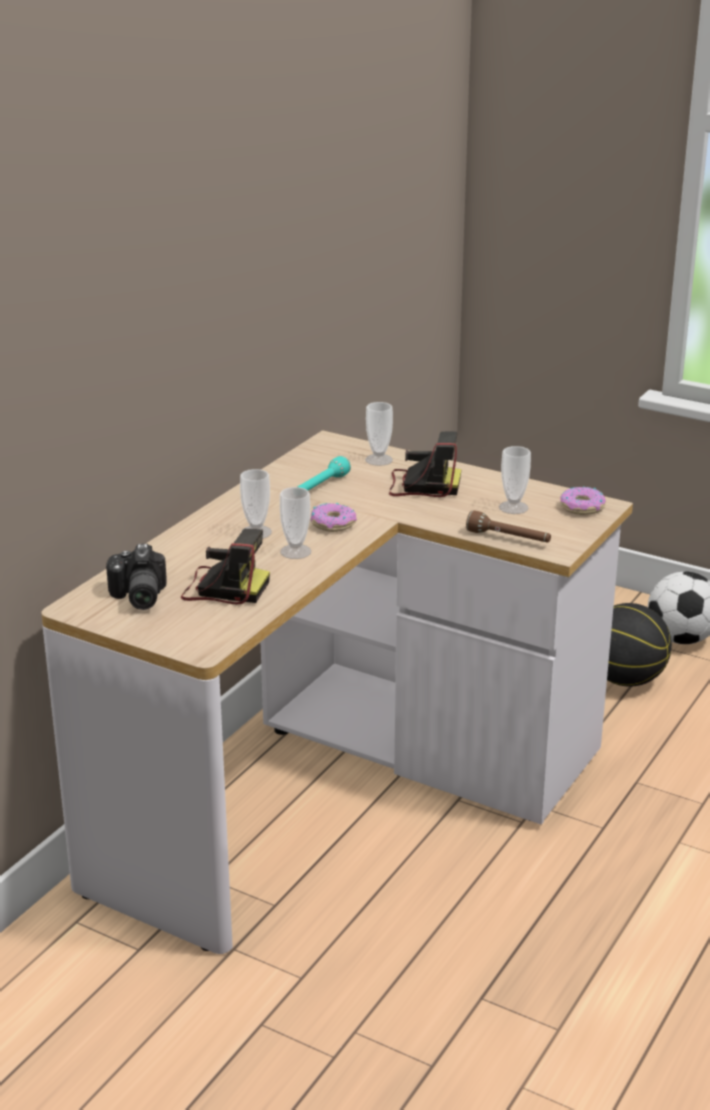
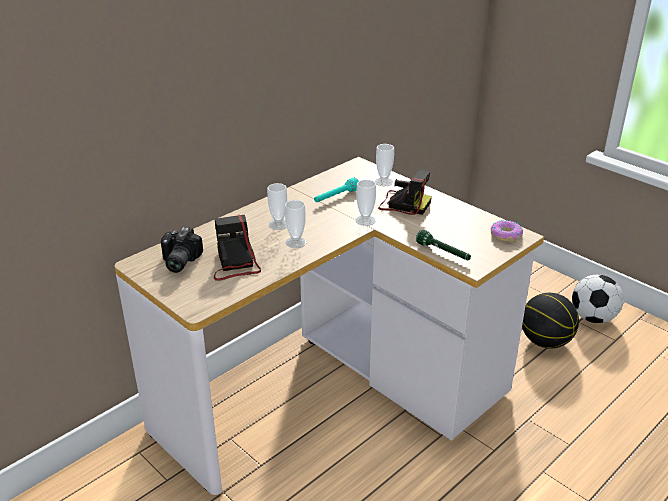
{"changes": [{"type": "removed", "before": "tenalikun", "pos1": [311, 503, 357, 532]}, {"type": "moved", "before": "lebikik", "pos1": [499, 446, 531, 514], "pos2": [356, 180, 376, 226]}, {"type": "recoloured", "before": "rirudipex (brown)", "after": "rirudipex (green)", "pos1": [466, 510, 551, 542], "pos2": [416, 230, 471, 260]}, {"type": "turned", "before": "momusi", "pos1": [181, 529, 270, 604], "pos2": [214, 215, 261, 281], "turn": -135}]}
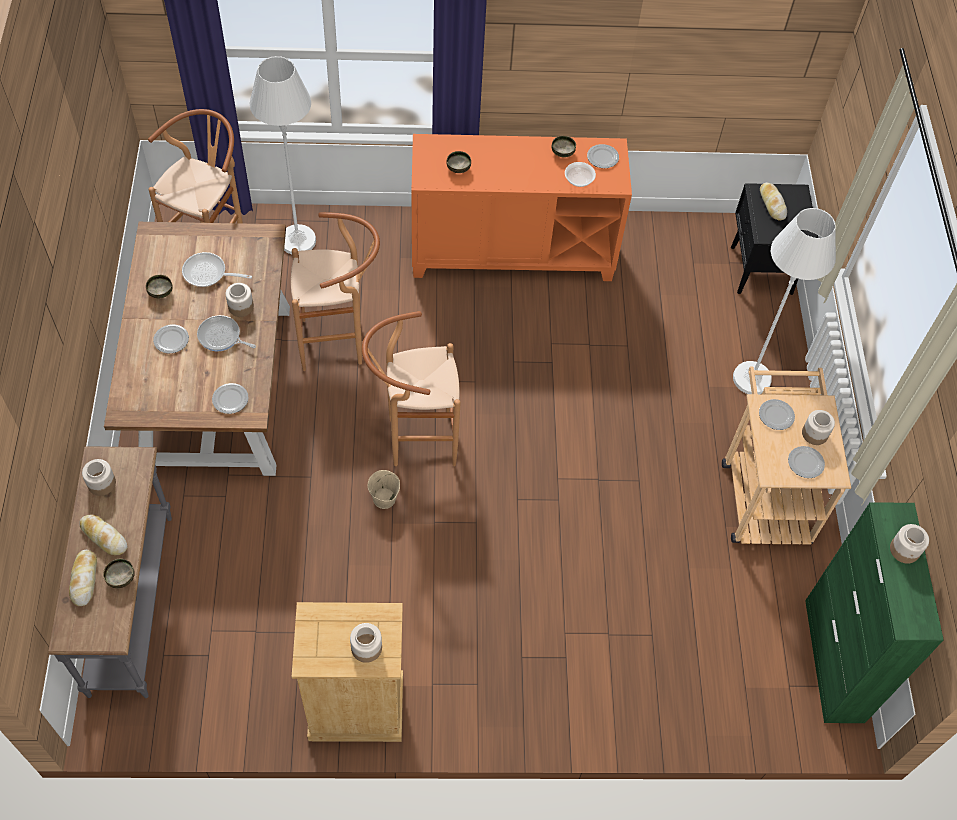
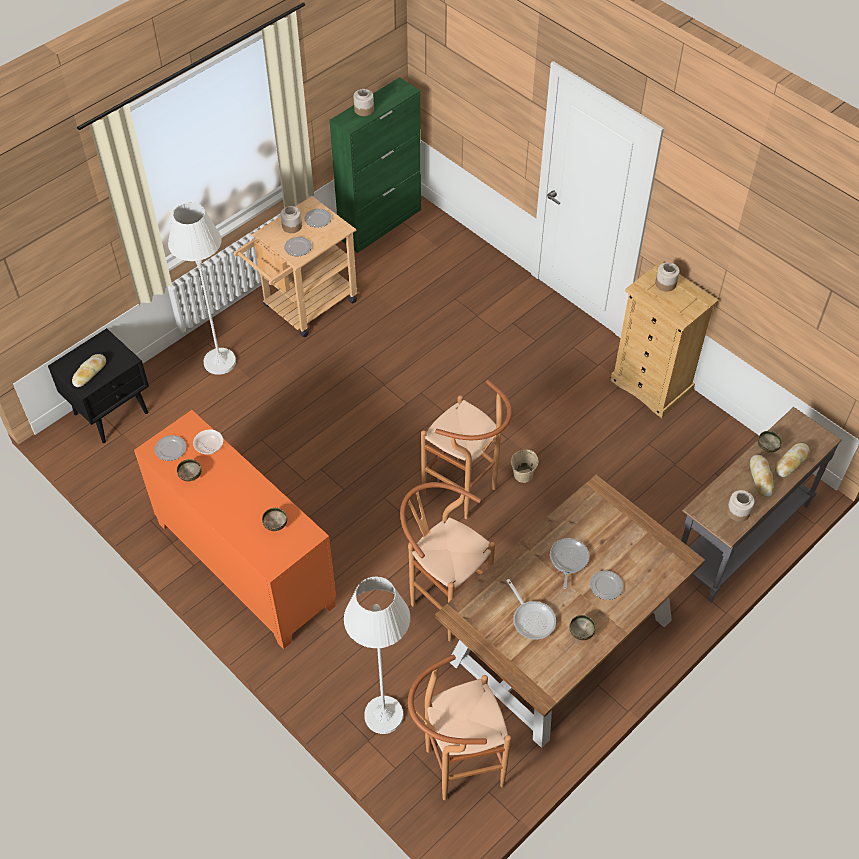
{"changes": [{"type": "removed", "before": "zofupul", "pos1": [212, 383, 249, 414]}, {"type": "removed", "before": "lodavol", "pos1": [225, 283, 254, 317]}, {"type": "turned", "before": "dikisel", "pos1": [197, 315, 256, 351], "pos2": [550, 538, 589, 589], "turn": -150}]}
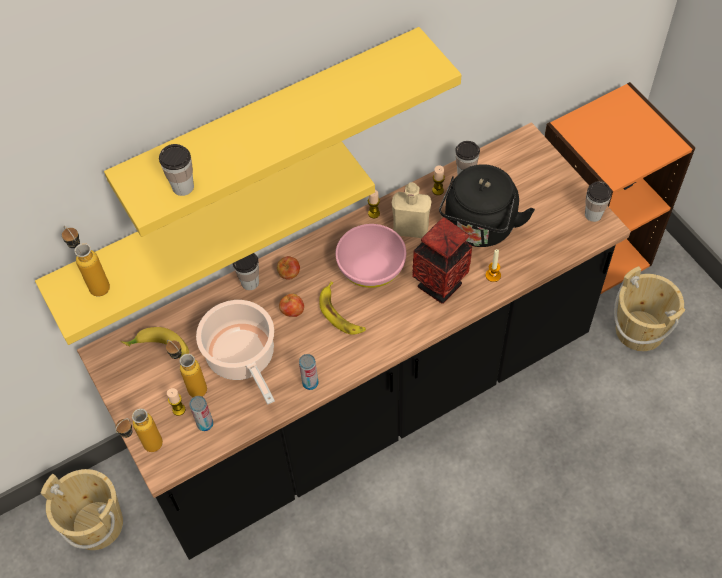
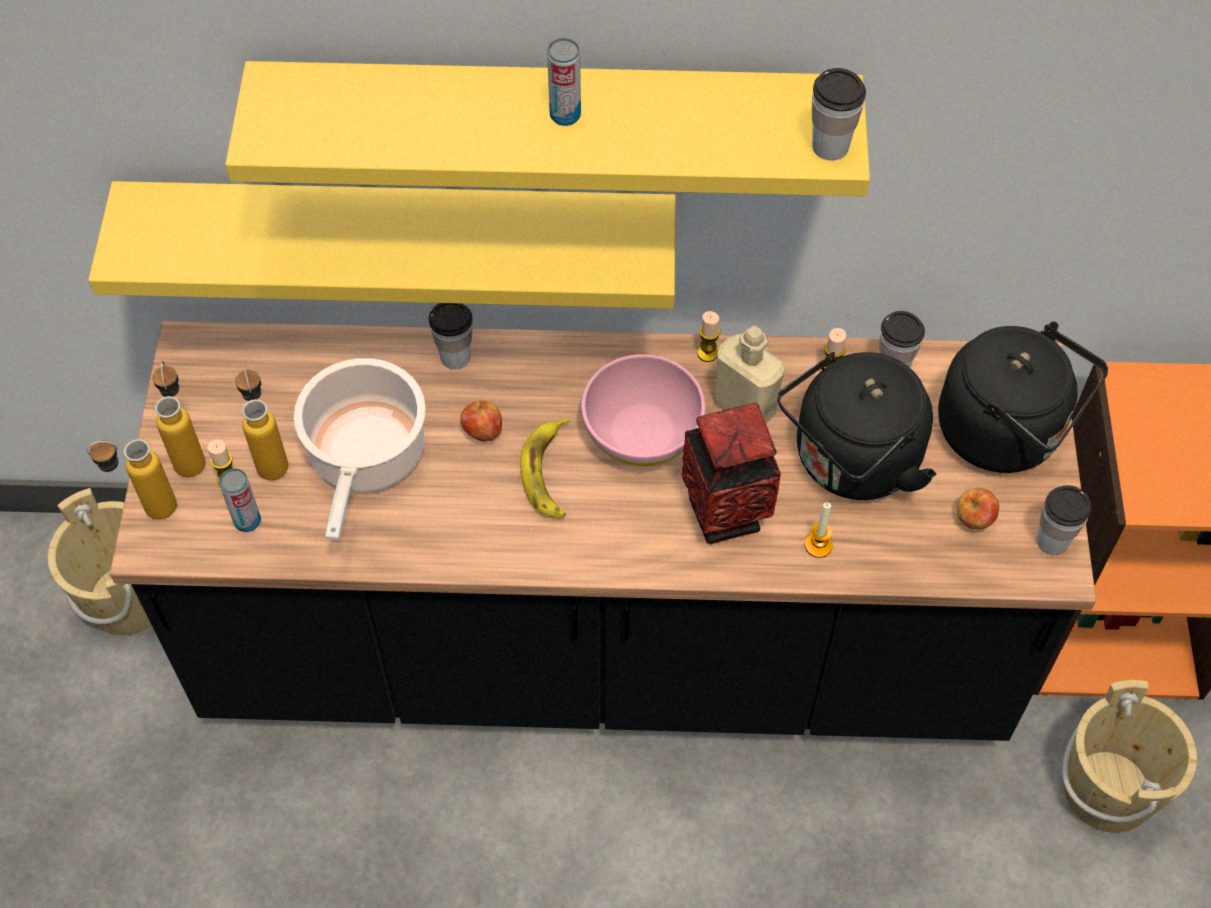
{"changes": [{"type": "removed", "before": "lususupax", "pos1": [121, 327, 189, 358]}, {"type": "added", "after": "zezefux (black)", "pos2": [938, 321, 1108, 473]}, {"type": "moved", "before": "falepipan", "pos1": [62, 226, 110, 296], "pos2": [152, 361, 206, 477]}, {"type": "moved", "before": "lebikik", "pos1": [159, 144, 194, 196], "pos2": [812, 68, 866, 161]}, {"type": "moved", "before": "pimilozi", "pos1": [277, 256, 300, 280], "pos2": [957, 488, 999, 529]}, {"type": "moved", "before": "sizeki", "pos1": [299, 354, 318, 390], "pos2": [547, 38, 581, 126]}]}
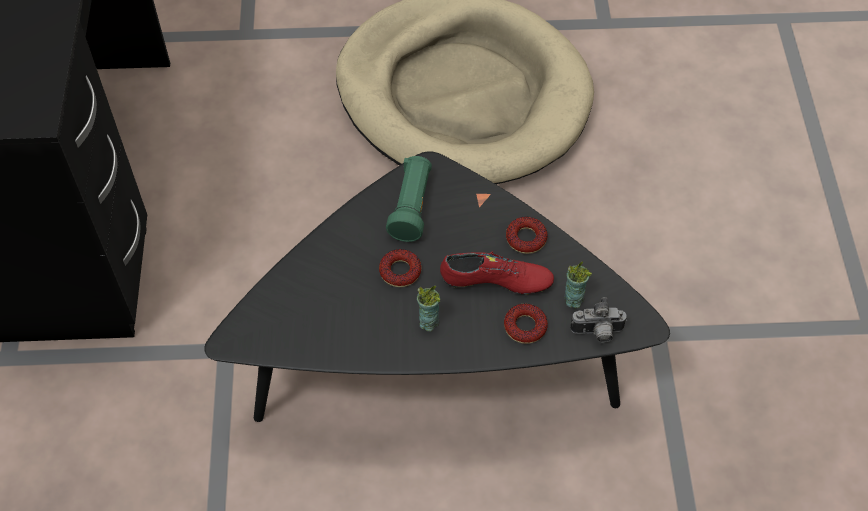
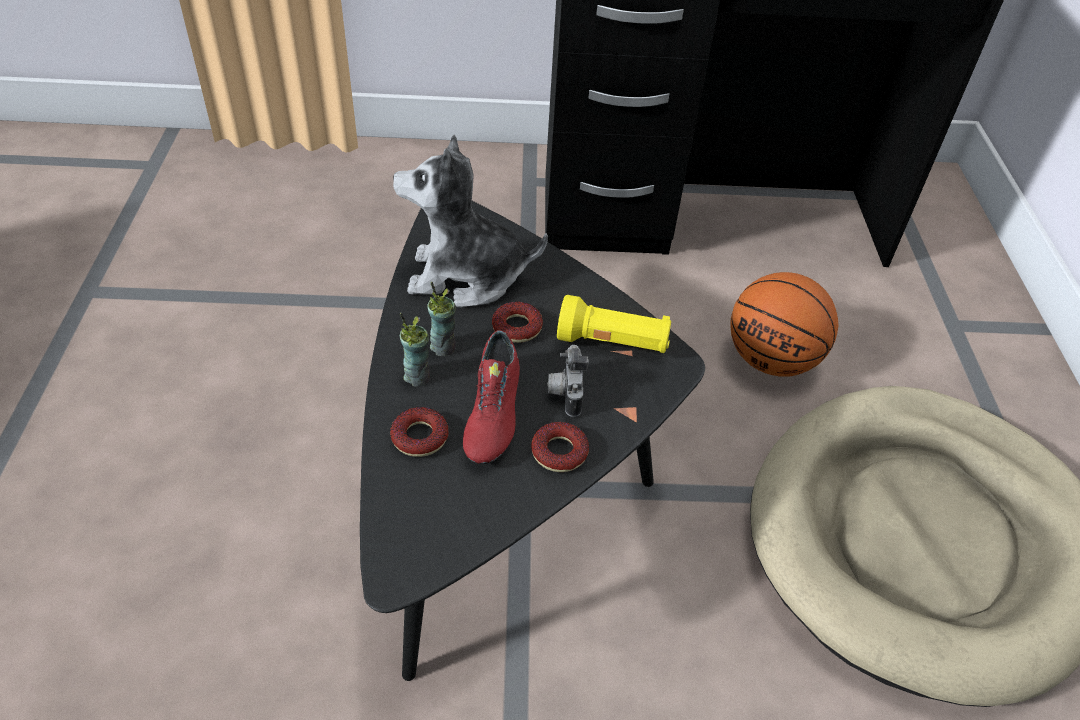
{"changes": [{"type": "added", "after": "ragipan", "pos2": [393, 135, 548, 308]}, {"type": "added", "after": "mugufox", "pos2": [730, 272, 838, 376]}, {"type": "moved", "before": "lebikik", "pos1": [564, 262, 592, 308], "pos2": [400, 312, 430, 387]}, {"type": "moved", "before": "momusi", "pos1": [570, 297, 627, 343], "pos2": [547, 345, 589, 417]}, {"type": "recoloured", "before": "rirudipex (green)", "after": "rirudipex (yellow)", "pos1": [386, 156, 432, 242], "pos2": [557, 295, 671, 353]}]}
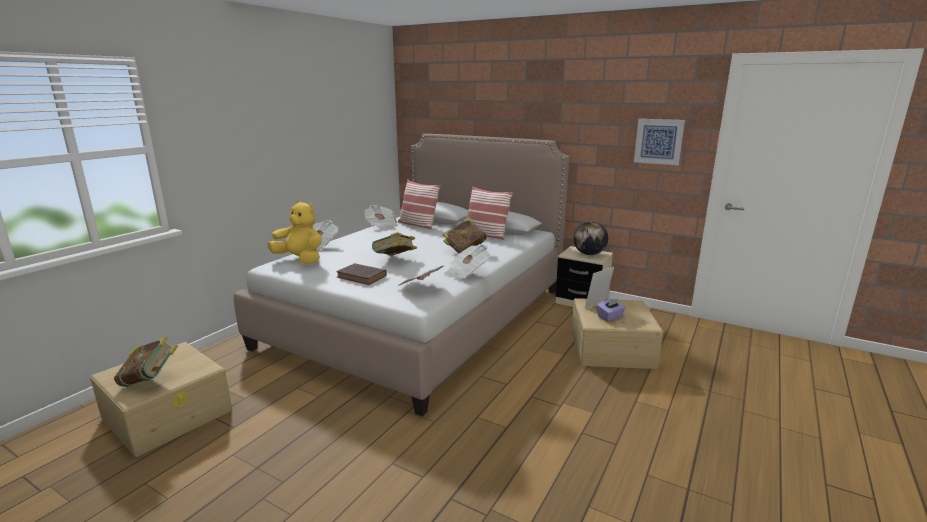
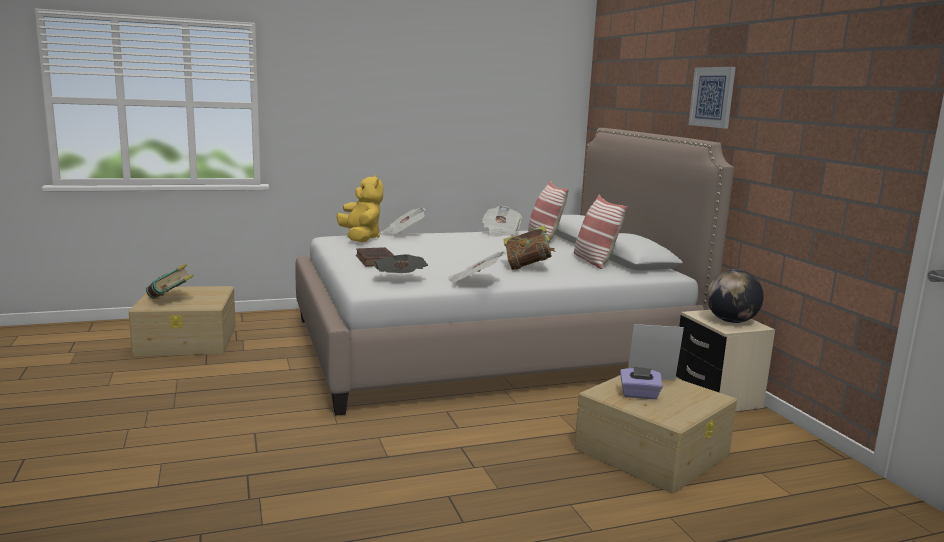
{"changes": [{"type": "removed", "before": "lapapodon", "pos1": [372, 232, 417, 256]}, {"type": "moved", "before": "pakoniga", "pos1": [634, 119, 685, 165], "pos2": [688, 67, 736, 129]}]}
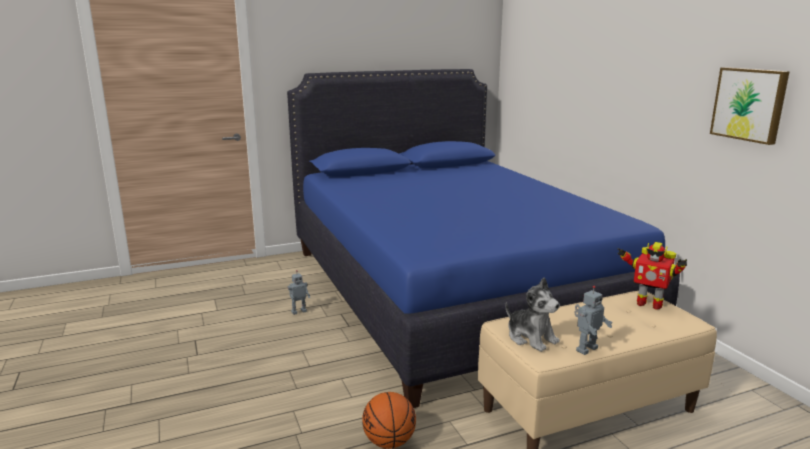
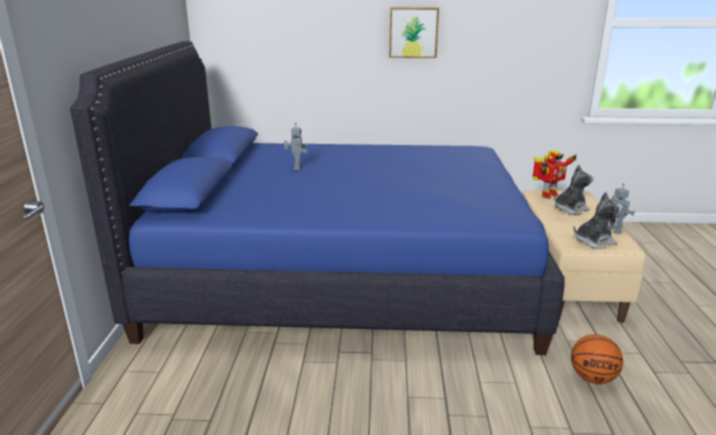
{"changes": [{"type": "added", "after": "ragipan", "pos2": [554, 165, 593, 214]}, {"type": "moved", "before": "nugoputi", "pos1": [288, 270, 310, 315], "pos2": [284, 123, 308, 170]}, {"type": "moved", "before": "pakoniga", "pos1": [710, 67, 789, 145], "pos2": [389, 7, 439, 58]}]}
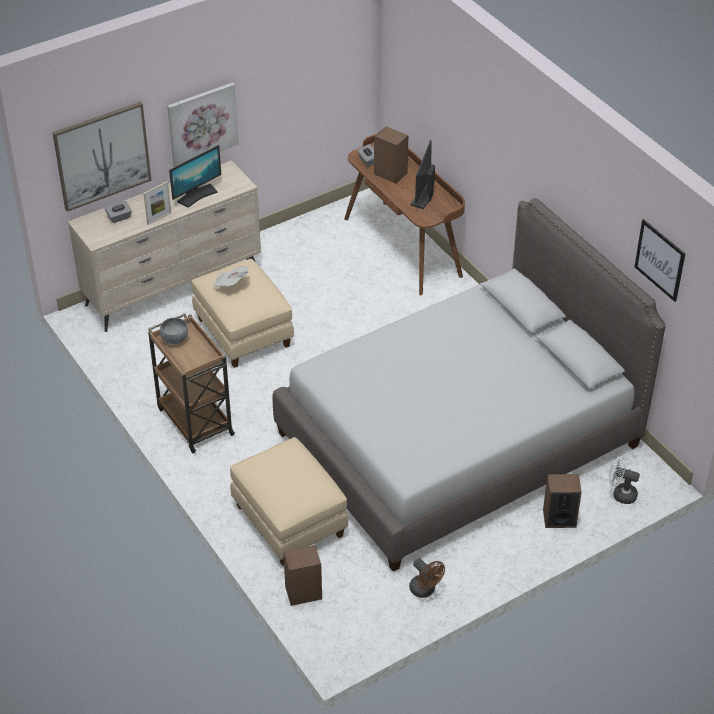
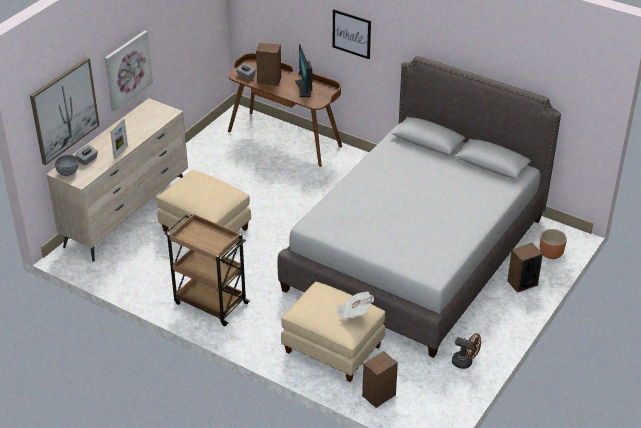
{"changes": [{"type": "removed", "before": "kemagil", "pos1": [169, 145, 221, 208]}, {"type": "moved", "before": "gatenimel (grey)", "pos1": [160, 318, 188, 344], "pos2": [55, 155, 78, 176]}, {"type": "moved", "before": "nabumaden", "pos1": [213, 266, 249, 287], "pos2": [336, 291, 374, 320]}, {"type": "moved", "before": "pakoniga", "pos1": [635, 219, 685, 302], "pos2": [333, 9, 371, 59]}, {"type": "replaced", "before": "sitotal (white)", "after": "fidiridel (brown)", "pos1": [609, 456, 640, 504], "pos2": [540, 229, 567, 259]}]}
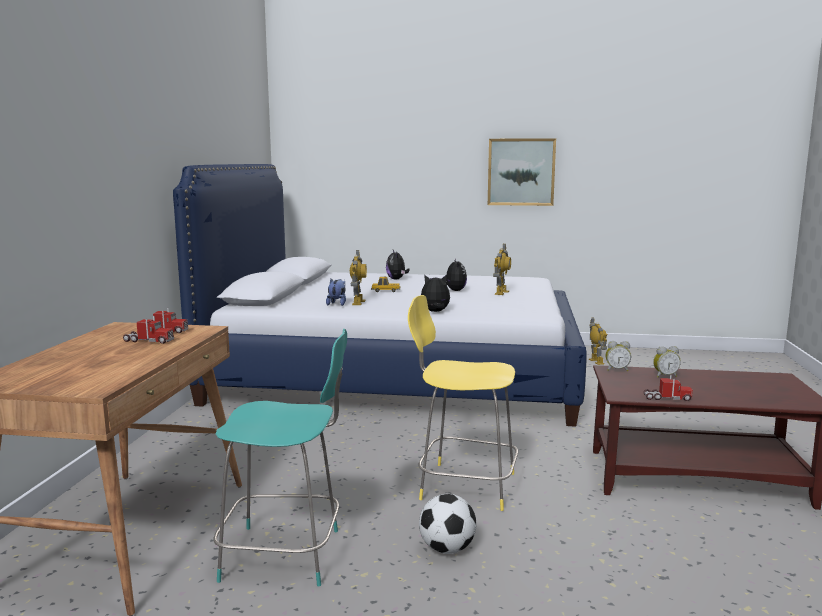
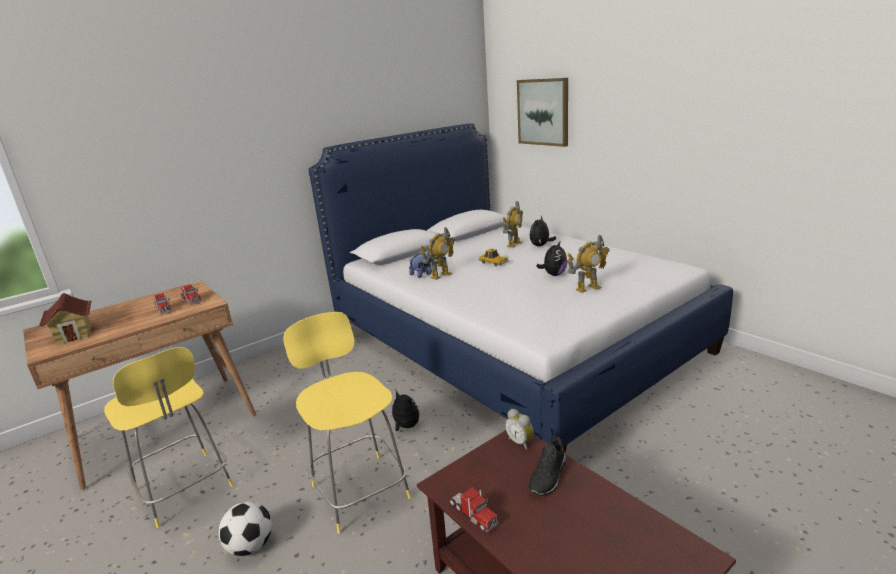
{"changes": [{"type": "added", "after": "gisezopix", "pos2": [39, 293, 91, 345]}, {"type": "moved", "before": "ragipan", "pos1": [421, 275, 450, 312], "pos2": [388, 390, 419, 431]}, {"type": "moved", "before": "pakoniga", "pos1": [488, 138, 556, 206], "pos2": [517, 78, 568, 147]}, {"type": "moved", "before": "nugoputi", "pos1": [589, 317, 607, 365], "pos2": [502, 201, 523, 248]}, {"type": "replaced", "before": "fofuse", "after": "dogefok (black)", "pos1": [653, 346, 681, 378], "pos2": [528, 437, 566, 496]}, {"type": "recoloured", "before": "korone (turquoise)", "after": "korone (yellow)", "pos1": [213, 329, 347, 586], "pos2": [104, 347, 233, 528]}]}
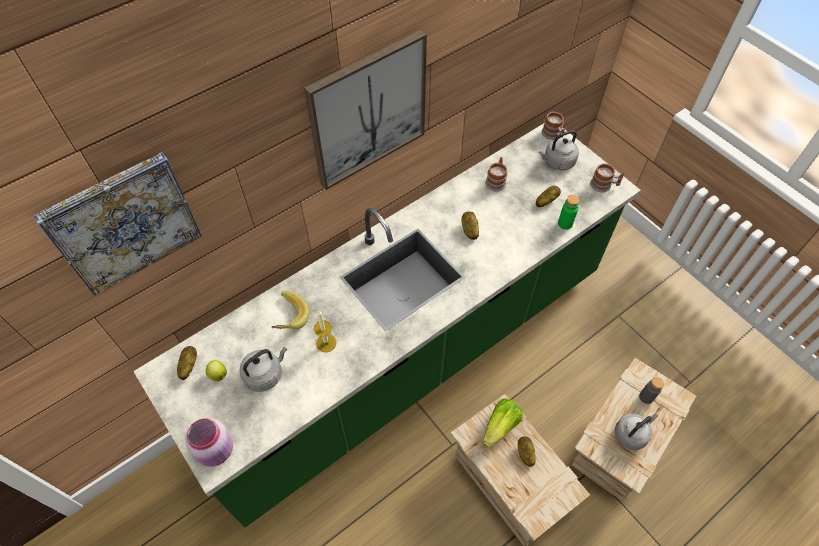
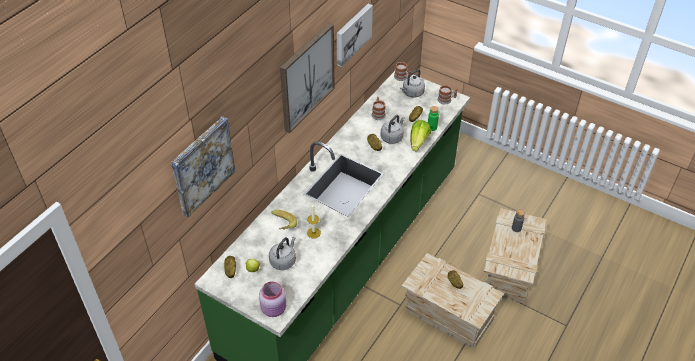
{"changes": [{"type": "added", "after": "pakoniga", "pos2": [337, 4, 373, 67]}, {"type": "moved", "before": "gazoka", "pos1": [483, 398, 523, 448], "pos2": [410, 120, 431, 151]}, {"type": "moved", "before": "zezefux (grey)", "pos1": [615, 413, 658, 450], "pos2": [380, 115, 404, 144]}]}
